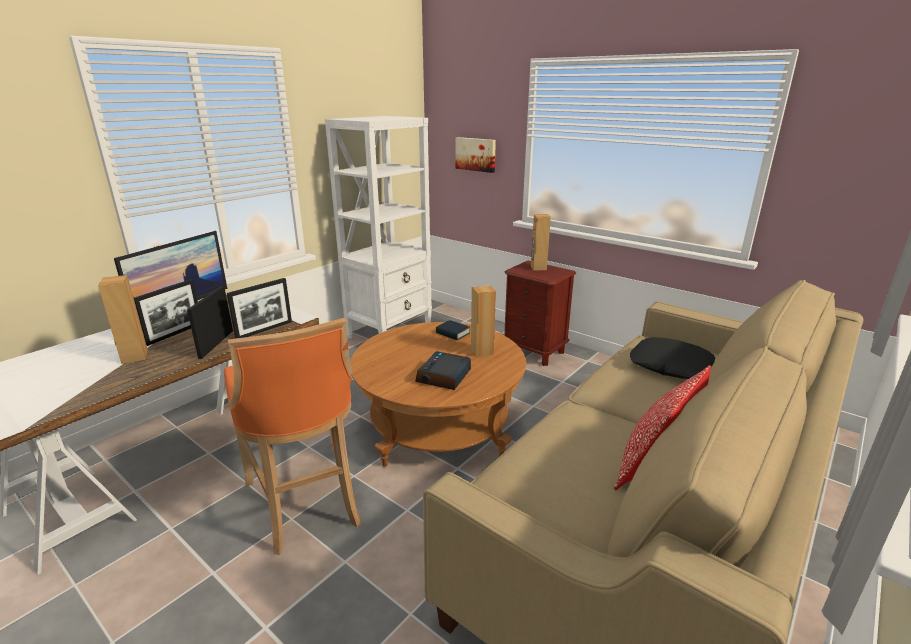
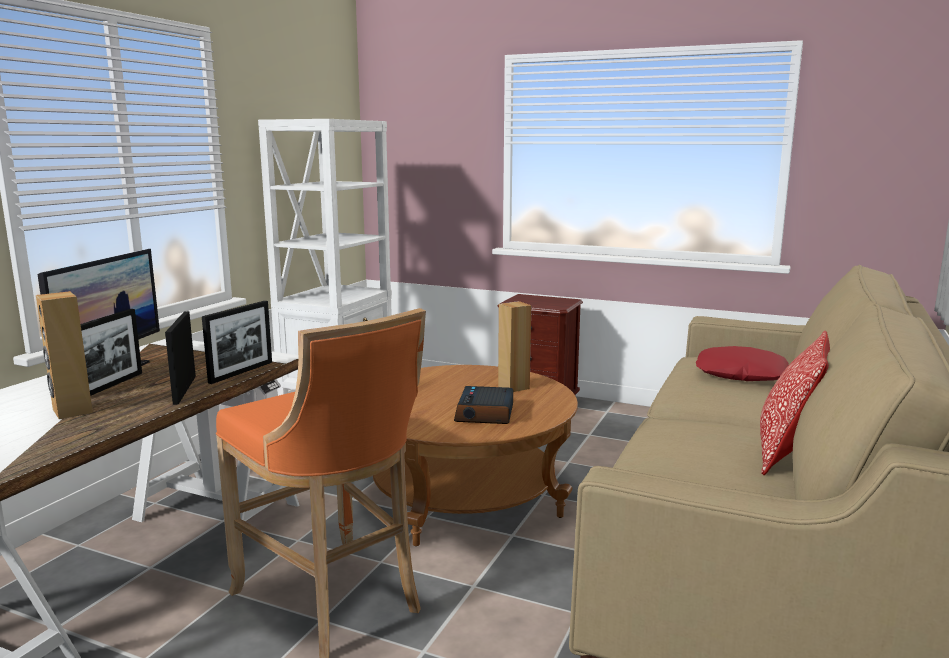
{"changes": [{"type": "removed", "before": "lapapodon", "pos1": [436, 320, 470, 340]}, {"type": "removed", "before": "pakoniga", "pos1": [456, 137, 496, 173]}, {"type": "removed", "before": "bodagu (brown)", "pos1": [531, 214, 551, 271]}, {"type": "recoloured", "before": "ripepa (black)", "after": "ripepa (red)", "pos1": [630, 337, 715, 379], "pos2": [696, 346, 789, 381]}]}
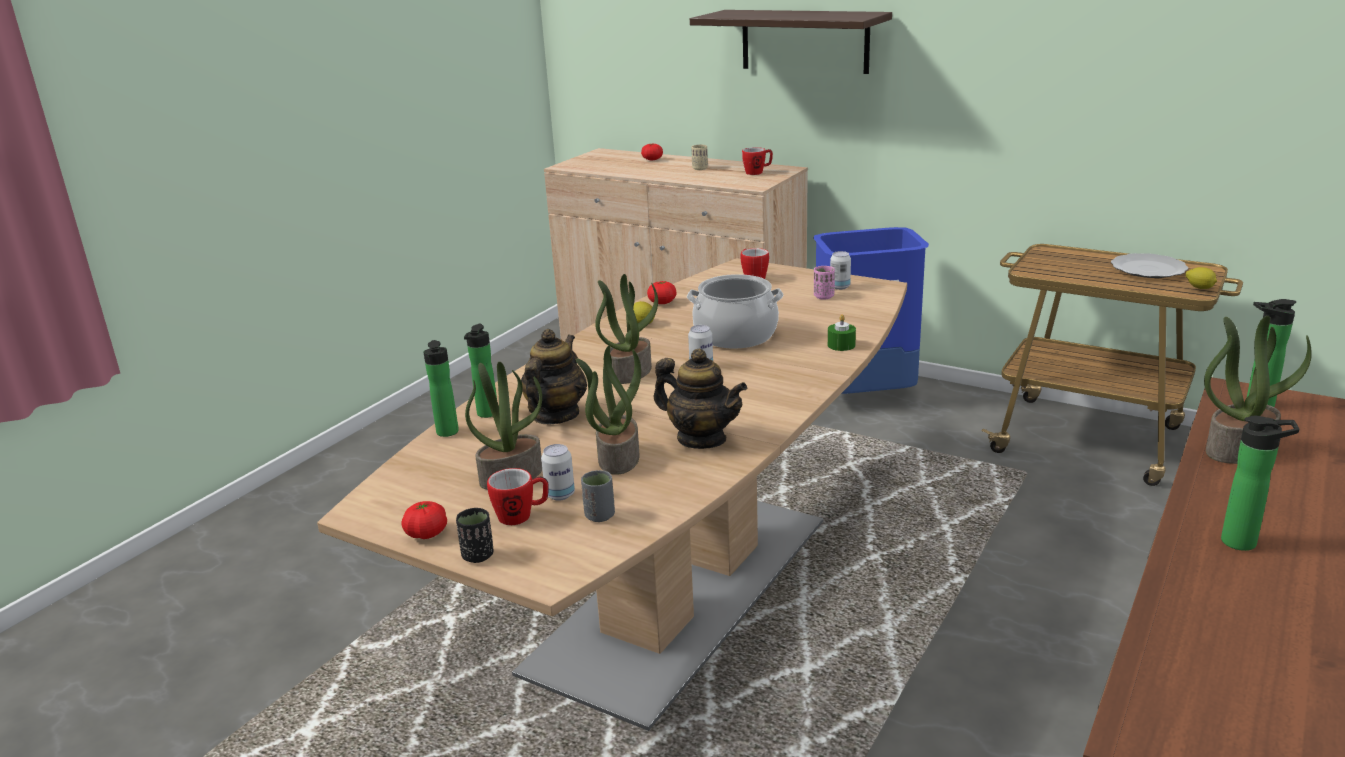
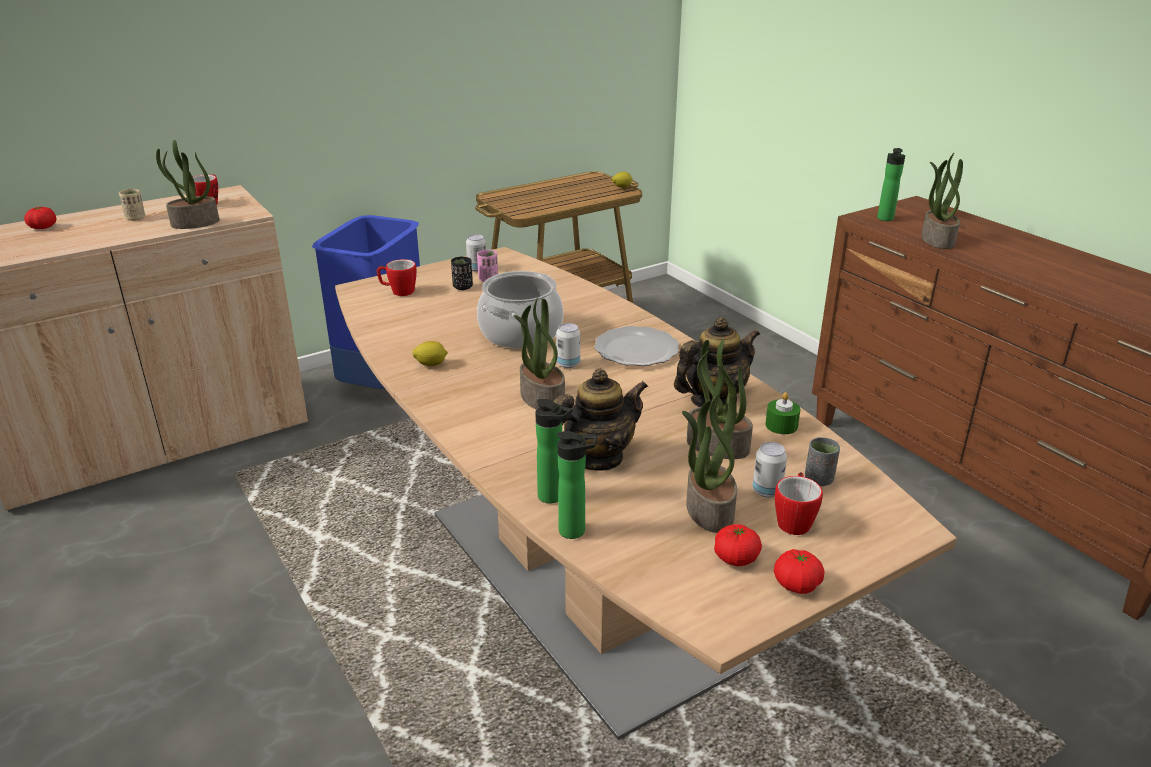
{"changes": [{"type": "removed", "before": "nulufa", "pos1": [690, 10, 892, 74]}, {"type": "removed", "before": "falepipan", "pos1": [1221, 416, 1299, 551]}, {"type": "added", "after": "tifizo", "pos2": [156, 140, 219, 229]}, {"type": "moved", "before": "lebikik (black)", "pos1": [456, 508, 494, 563], "pos2": [451, 257, 473, 290]}, {"type": "moved", "before": "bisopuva", "pos1": [647, 281, 677, 304], "pos2": [714, 524, 762, 566]}, {"type": "moved", "before": "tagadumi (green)", "pos1": [828, 314, 856, 351], "pos2": [765, 392, 800, 434]}, {"type": "moved", "before": "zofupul", "pos1": [1111, 253, 1188, 278], "pos2": [594, 326, 679, 366]}, {"type": "turned", "before": "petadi", "pos1": [521, 329, 587, 424], "pos2": [553, 369, 648, 470], "turn": 105}]}
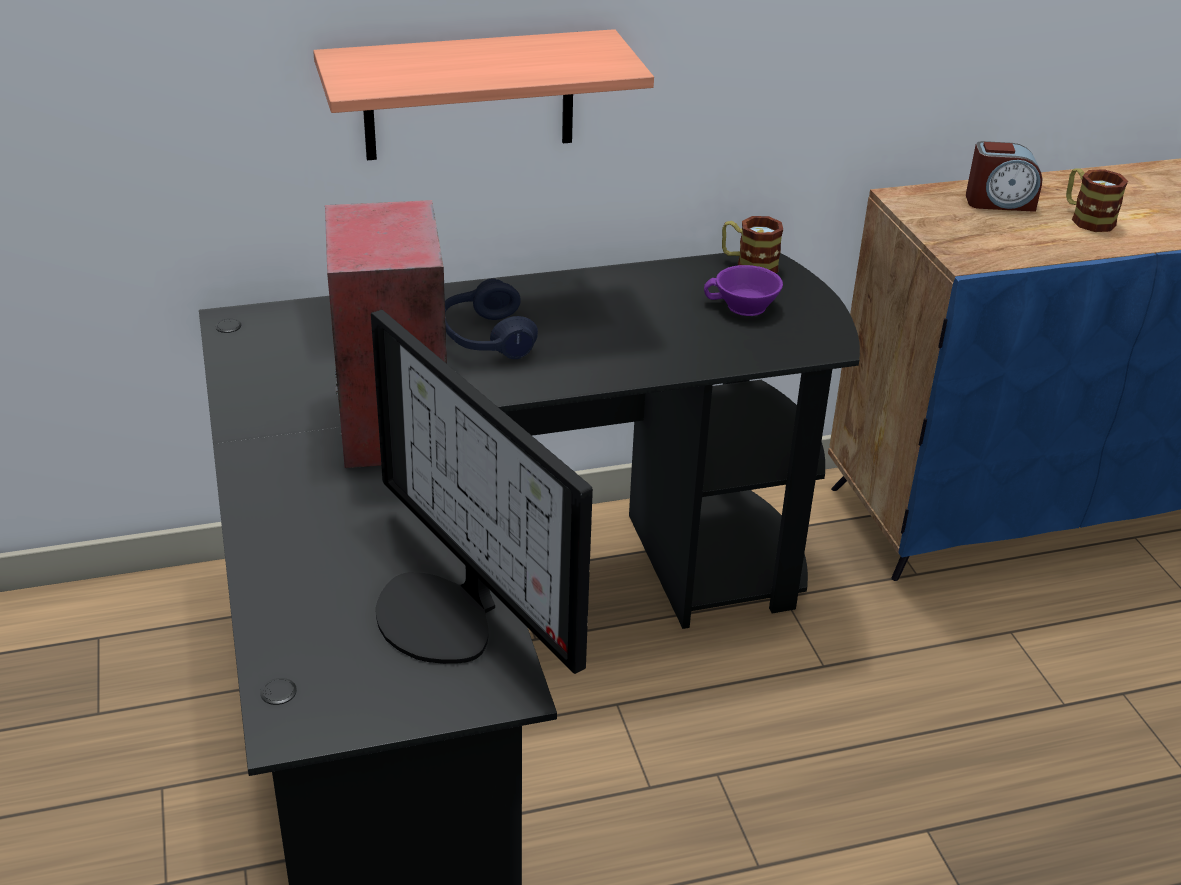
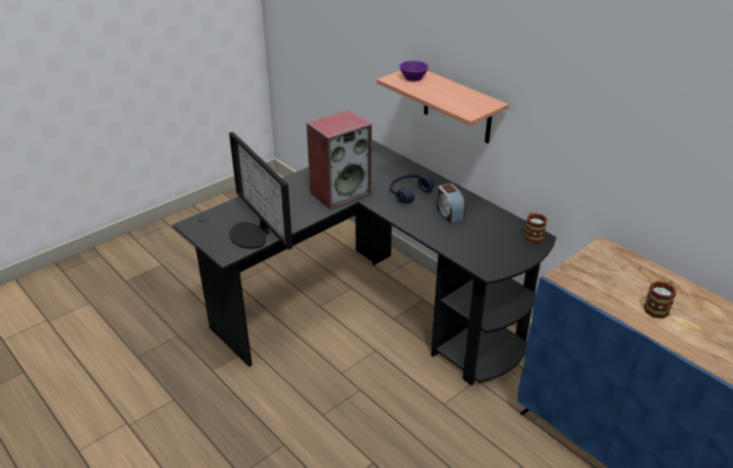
{"changes": [{"type": "moved", "before": "lebikik (purple)", "pos1": [704, 265, 783, 316], "pos2": [399, 61, 429, 81]}, {"type": "moved", "before": "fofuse", "pos1": [966, 141, 1043, 212], "pos2": [437, 183, 466, 223]}, {"type": "turned", "before": "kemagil", "pos1": [371, 310, 593, 674], "pos2": [229, 132, 293, 250], "turn": -60}]}
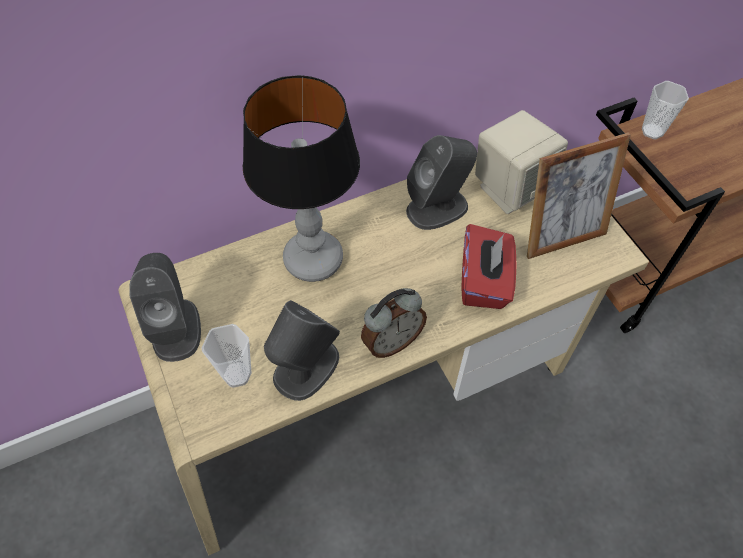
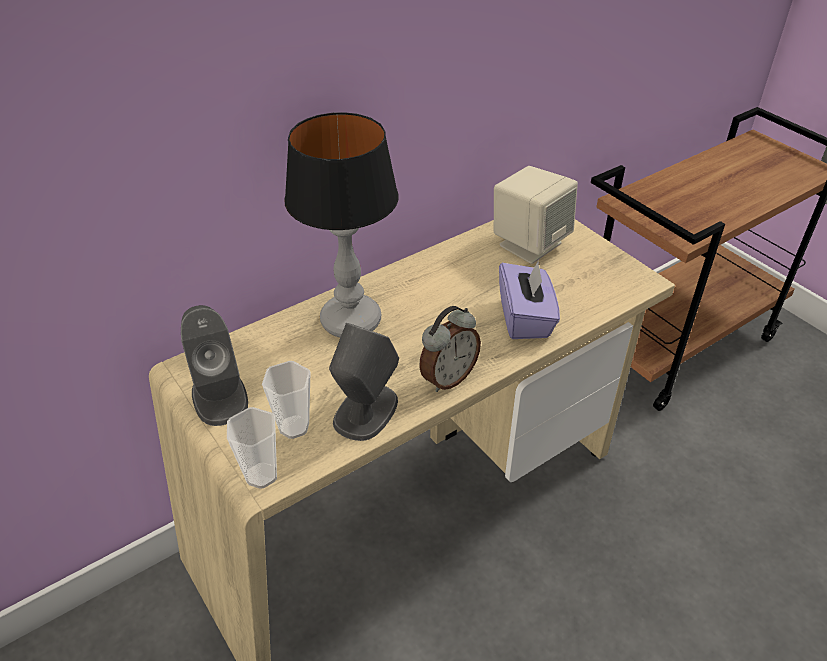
{"changes": [{"type": "removed", "before": "bodagu (grey)", "pos1": [406, 135, 477, 230]}, {"type": "removed", "before": "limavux", "pos1": [527, 132, 631, 259]}, {"type": "moved", "before": "lebikik", "pos1": [642, 81, 689, 139], "pos2": [227, 407, 277, 489]}, {"type": "recoloured", "before": "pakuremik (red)", "after": "pakuremik (purple)", "pos1": [461, 224, 516, 309], "pos2": [499, 260, 560, 339]}]}
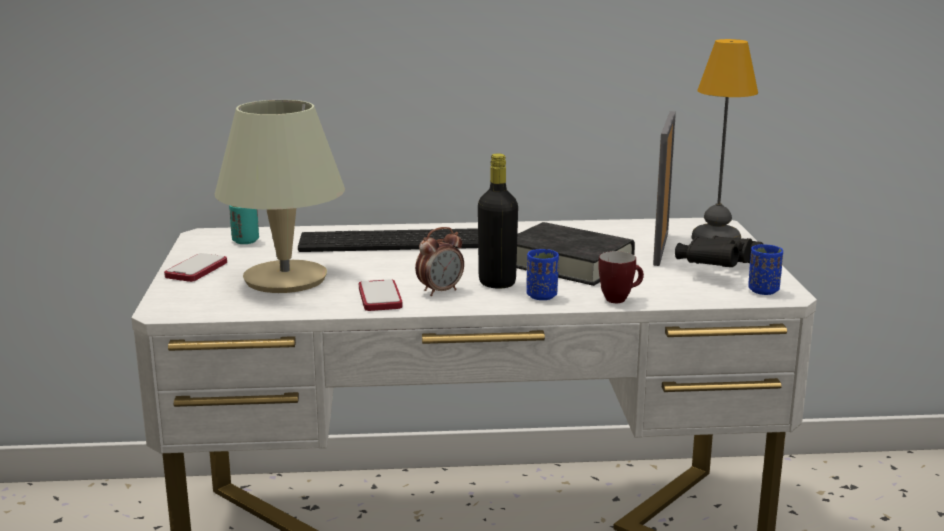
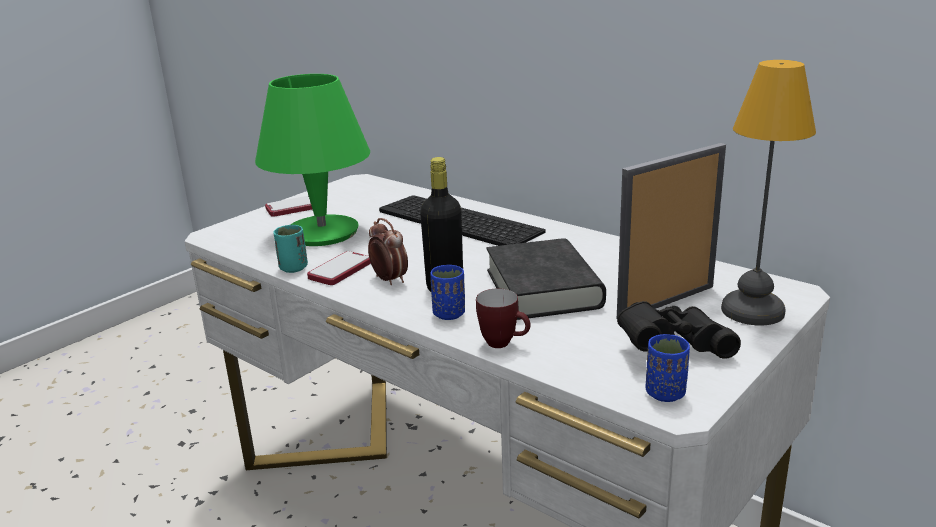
{"changes": [{"type": "moved", "before": "lebikik (turquoise)", "pos1": [229, 205, 259, 244], "pos2": [273, 225, 308, 273]}, {"type": "recoloured", "before": "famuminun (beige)", "after": "famuminun (green)", "pos1": [215, 100, 345, 293], "pos2": [255, 74, 370, 246]}, {"type": "turned", "before": "fofuse", "pos1": [415, 227, 464, 296], "pos2": [368, 218, 408, 285], "turn": -135}]}
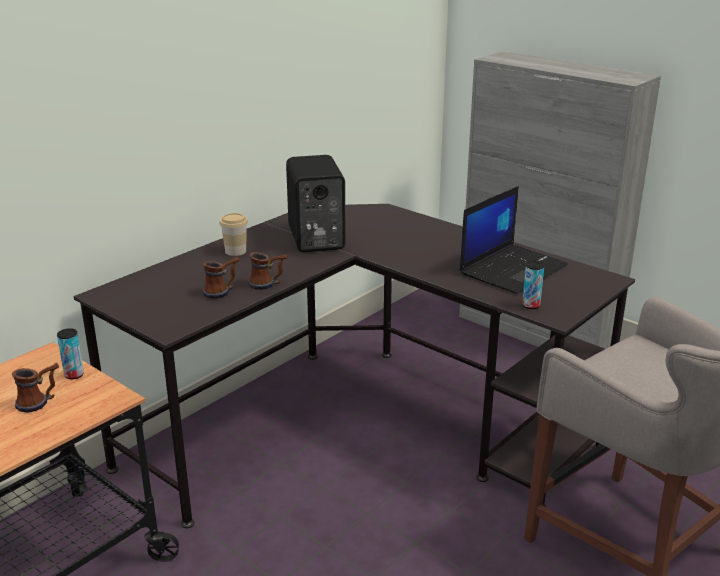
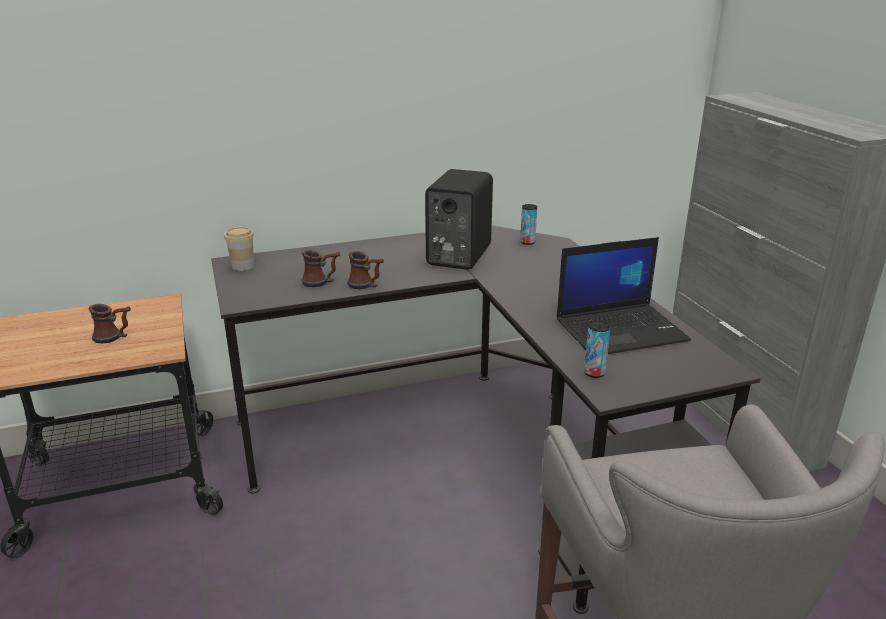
{"changes": [{"type": "moved", "before": "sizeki", "pos1": [57, 328, 84, 380], "pos2": [520, 204, 537, 245]}, {"type": "moved", "before": "lebikik", "pos1": [220, 213, 248, 256], "pos2": [224, 227, 254, 271]}]}
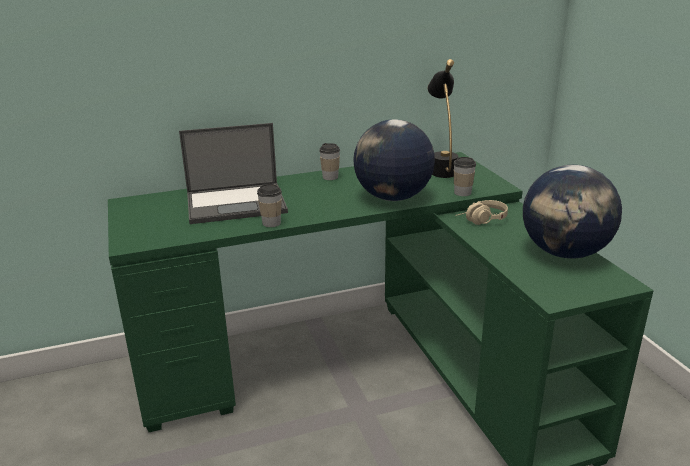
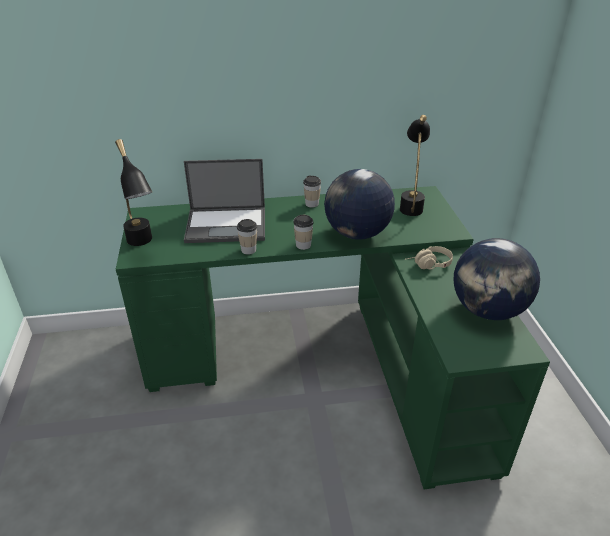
{"changes": [{"type": "added", "after": "famuminun (black)", "pos2": [115, 139, 152, 246]}, {"type": "moved", "before": "lebikik", "pos1": [454, 157, 476, 196], "pos2": [293, 215, 314, 250]}]}
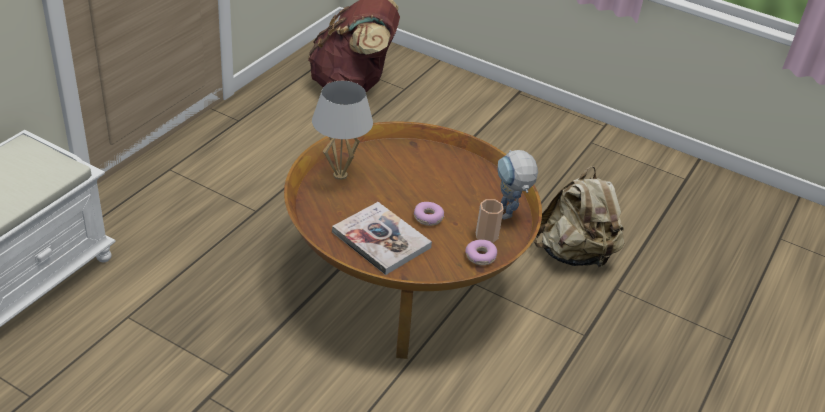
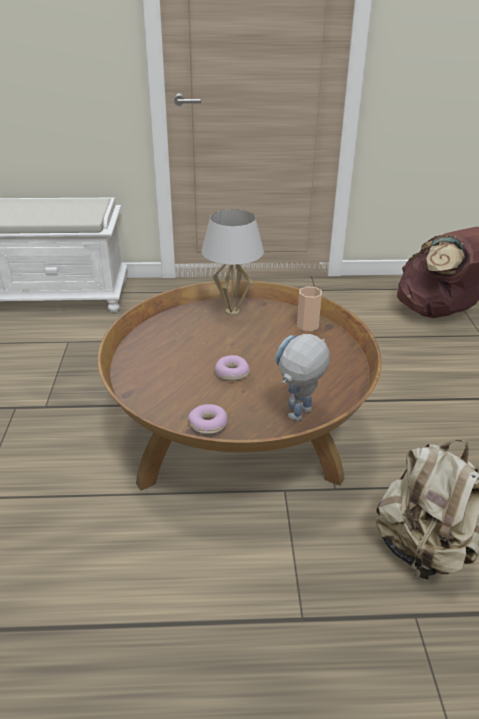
{"changes": [{"type": "removed", "before": "lapapodon", "pos1": [332, 202, 432, 275]}, {"type": "moved", "before": "lebikik", "pos1": [476, 199, 504, 243], "pos2": [297, 286, 322, 331]}]}
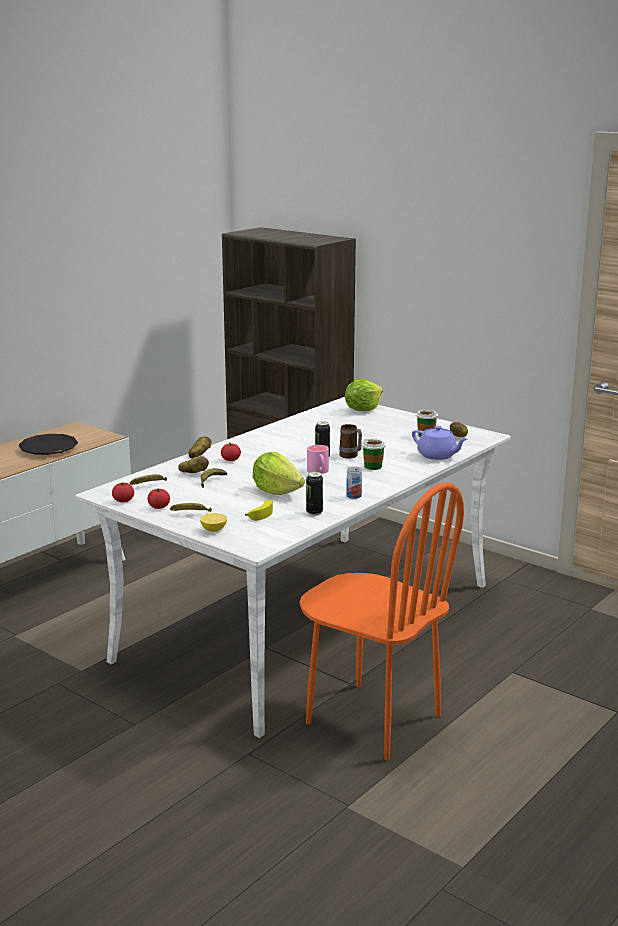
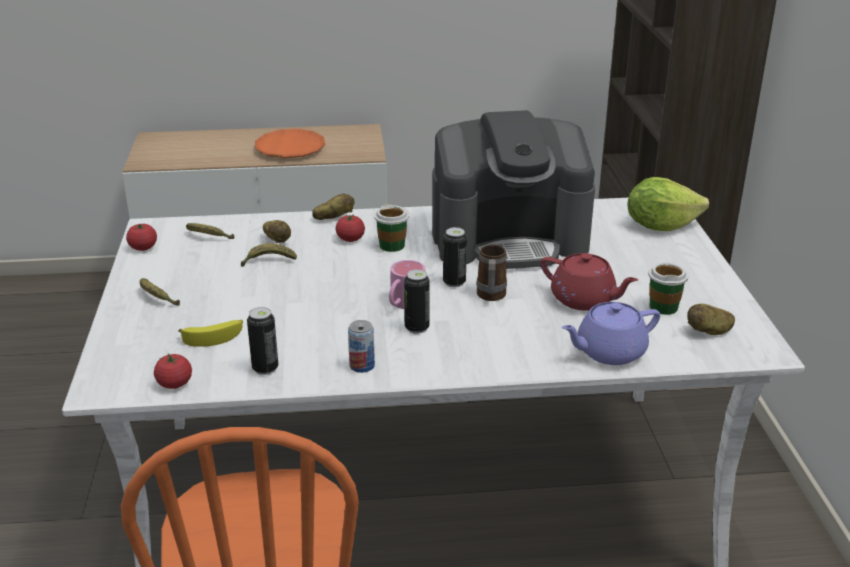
{"changes": [{"type": "removed", "before": "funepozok", "pos1": [200, 513, 227, 532]}, {"type": "removed", "before": "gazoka", "pos1": [253, 452, 305, 495]}, {"type": "added", "after": "sizeki", "pos2": [404, 269, 430, 334]}, {"type": "added", "after": "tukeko", "pos2": [432, 110, 595, 269]}, {"type": "added", "after": "petadi (red)", "pos2": [541, 253, 638, 311]}, {"type": "moved", "before": "bisopuva", "pos1": [147, 488, 170, 509], "pos2": [154, 353, 192, 389]}, {"type": "moved", "before": "lebikik", "pos1": [362, 439, 386, 470], "pos2": [374, 204, 409, 252]}, {"type": "recoloured", "before": "zofupul (black)", "after": "zofupul (orange)", "pos1": [19, 434, 78, 455], "pos2": [255, 129, 325, 158]}, {"type": "turned", "before": "petadi (purple)", "pos1": [412, 426, 468, 460], "pos2": [561, 302, 660, 365], "turn": 75}]}
